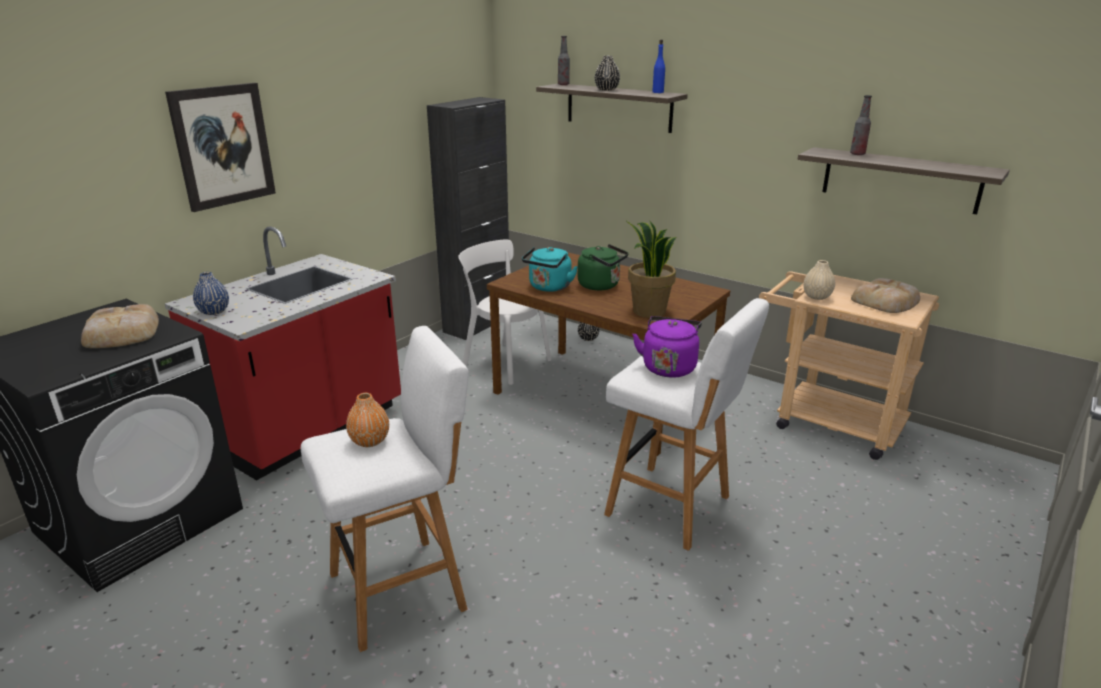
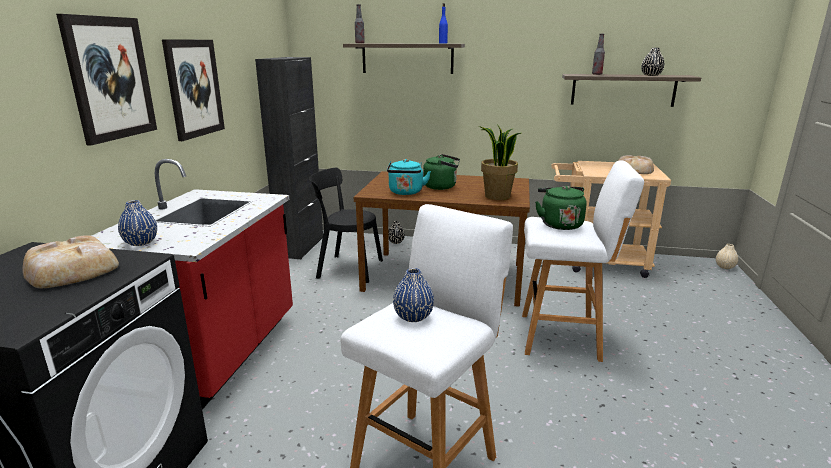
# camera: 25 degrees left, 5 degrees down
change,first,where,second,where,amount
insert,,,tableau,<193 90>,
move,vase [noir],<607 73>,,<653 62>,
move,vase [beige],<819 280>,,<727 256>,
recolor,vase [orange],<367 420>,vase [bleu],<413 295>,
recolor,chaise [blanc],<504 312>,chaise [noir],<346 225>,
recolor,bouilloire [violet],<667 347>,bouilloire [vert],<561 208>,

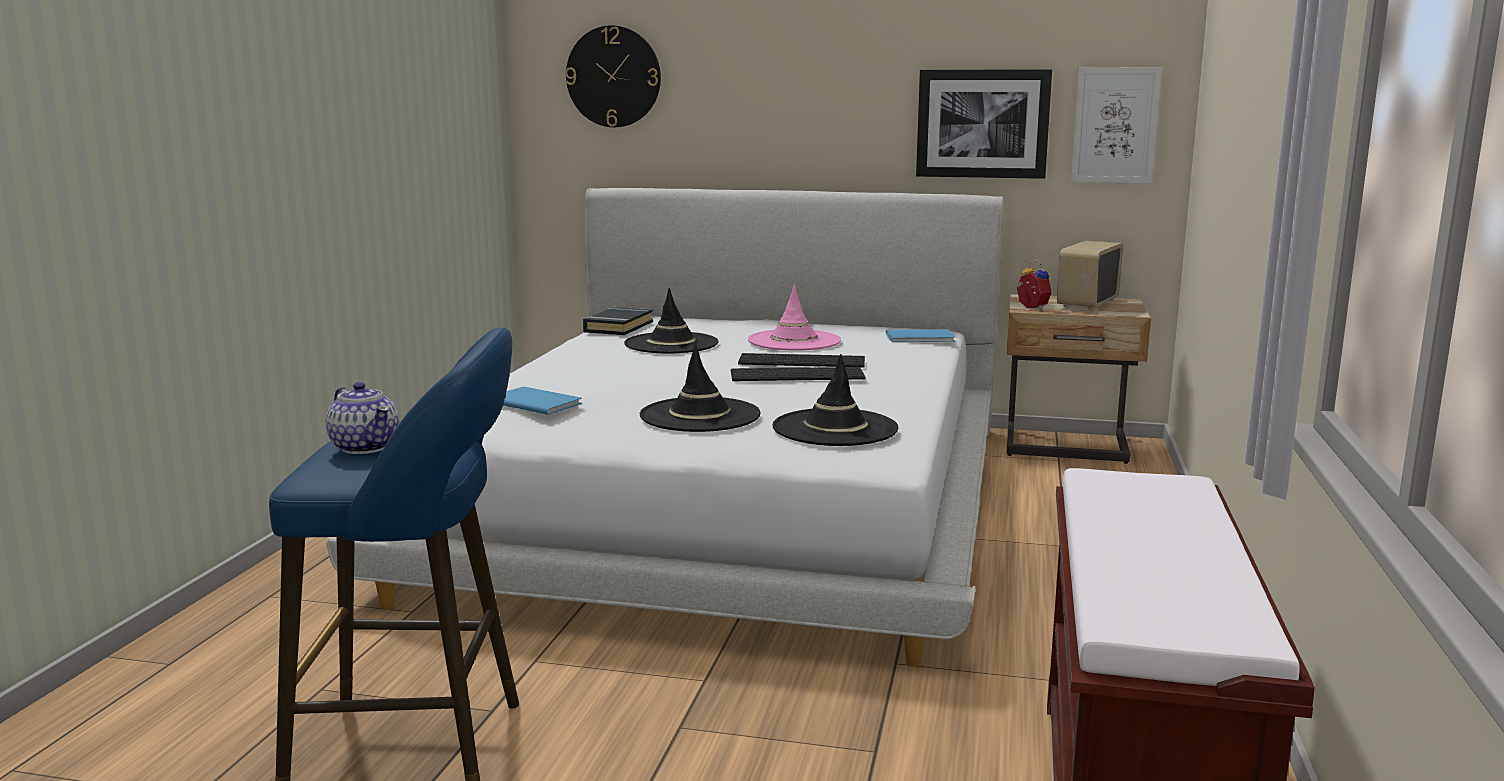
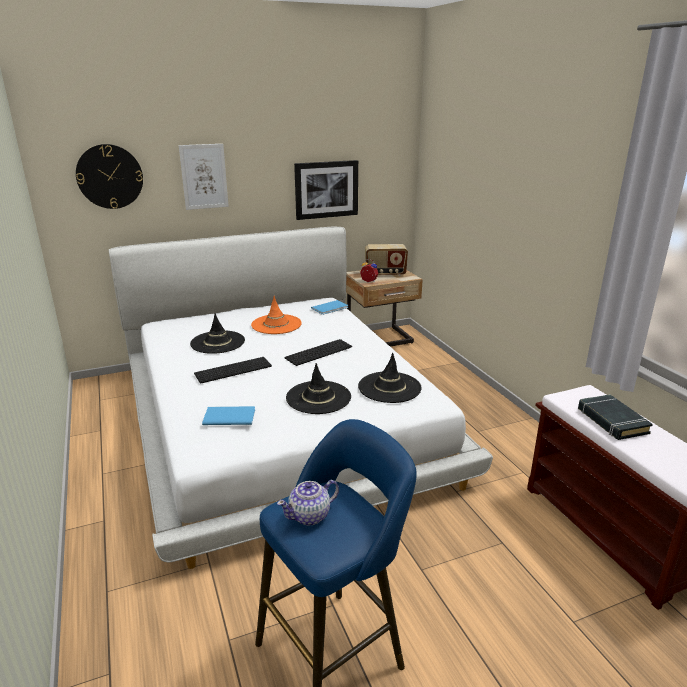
# camera: 35 degrees left, 10 degrees up
change,first,where,second,where,amount
move,livre [noir],<618 321>,,<615 417>,
move,clavier,<801 360>,,<233 370>,
move,tableau,<1116 125>,,<204 177>,
recolor,chapeau [rose],<794 318>,chapeau [orange],<276 315>,
rotate,théière,<362 418>,,<308 502>,135 degrees clockwise
rotate,radio,<1090 275>,,<386 260>,90 degrees counterclockwise

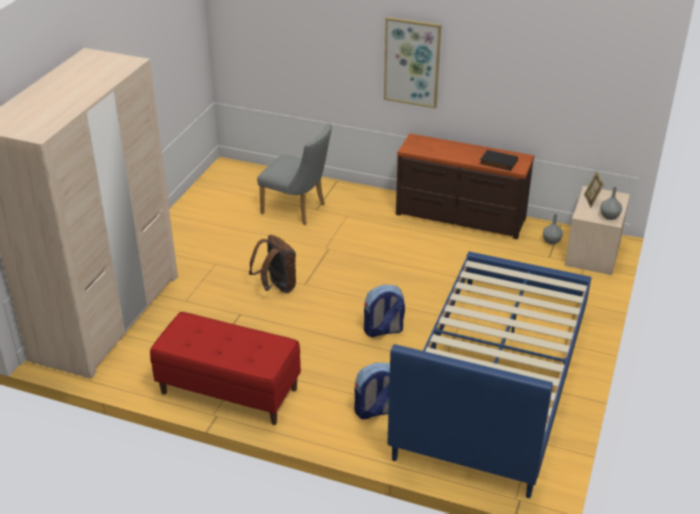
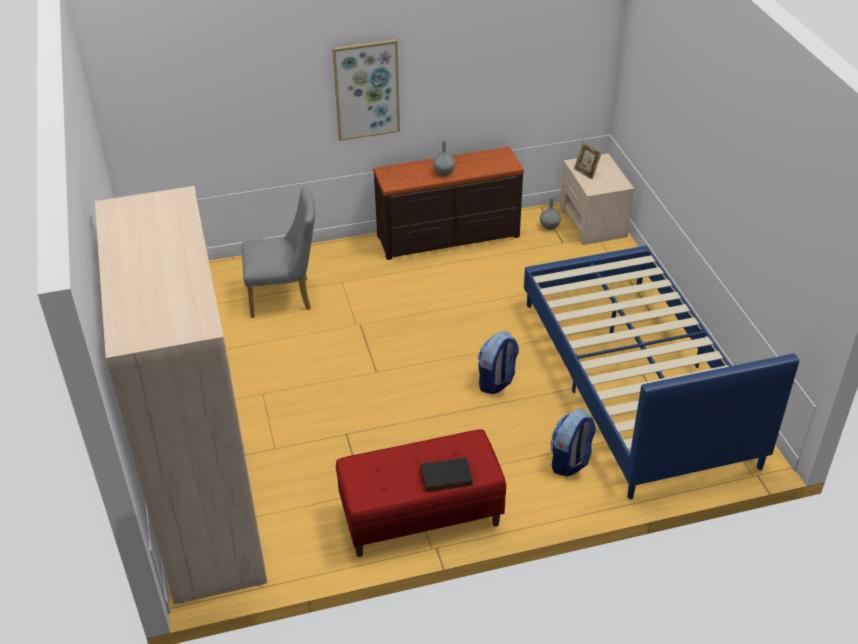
# camera: 35 degrees left, 5 degrees up
change,first,where,second,where,amount
delete,sac à dos [marron],<272 264>,,,
move,livre [noir],<499 160>,,<447 474>,
move,vase [gris],<611 203>,,<444 158>,

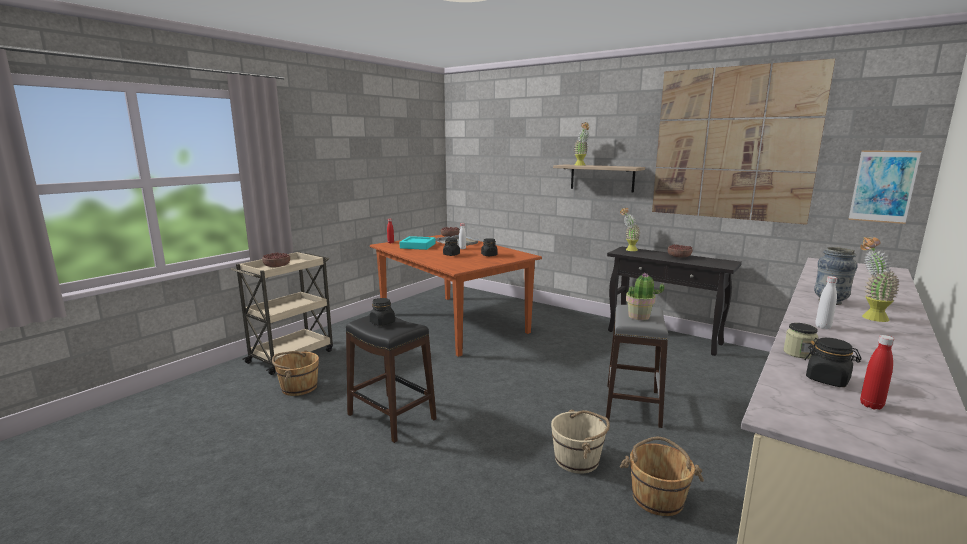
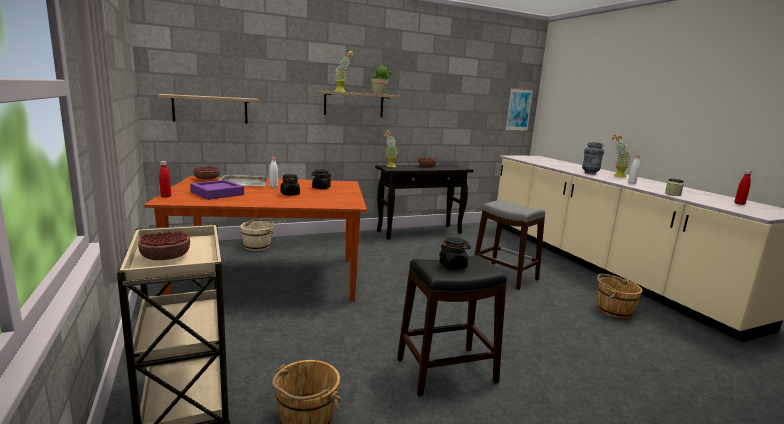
# camera: 60 degrees left, 0 degrees up
change,first,where,second,where,amount
delete,tableau,<743 142>,,,
delete,bocal [noir],<833 362>,,,
insert,,,étagère,<209 109>,
move,seau [beige],<580 442>,,<257 234>,
move,plante en pot,<645 296>,,<381 79>,
recolor,plateau [turquoise],<417 243>,plateau [violet],<217 190>,

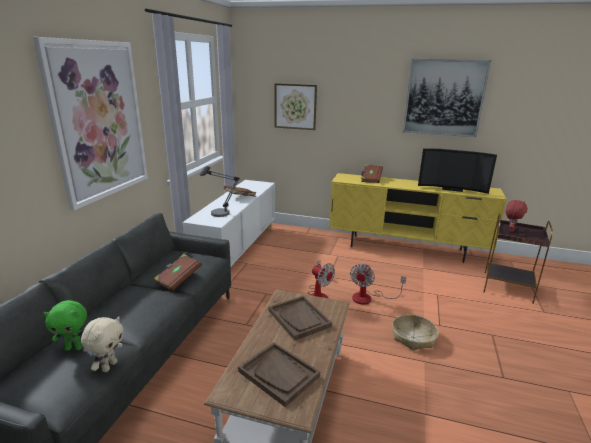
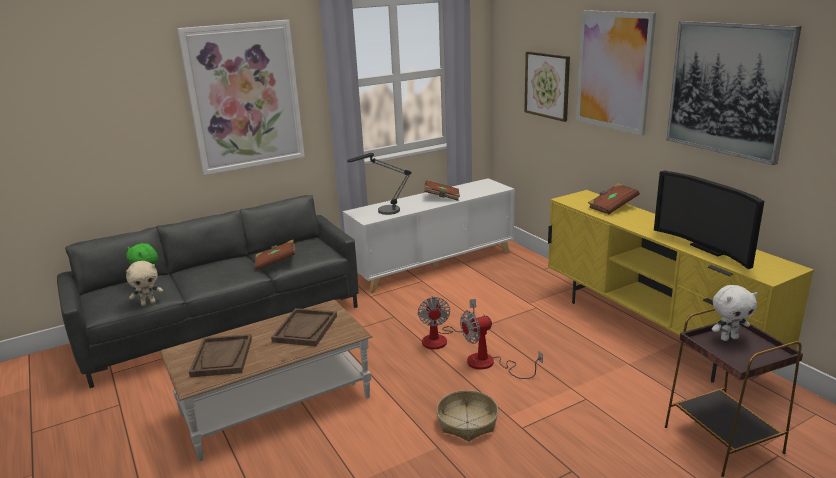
# camera: 45 degrees right, 0 degrees up
change,first,where,second,where,amount
insert,,,tableau,<616 73>,
recolor,peluche [rouge],<516 216>,peluche [blanc],<734 313>,

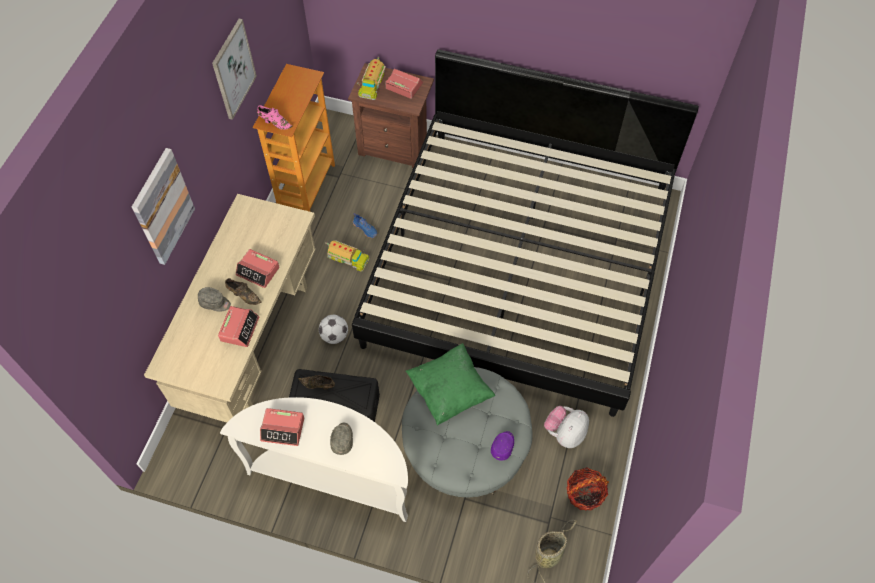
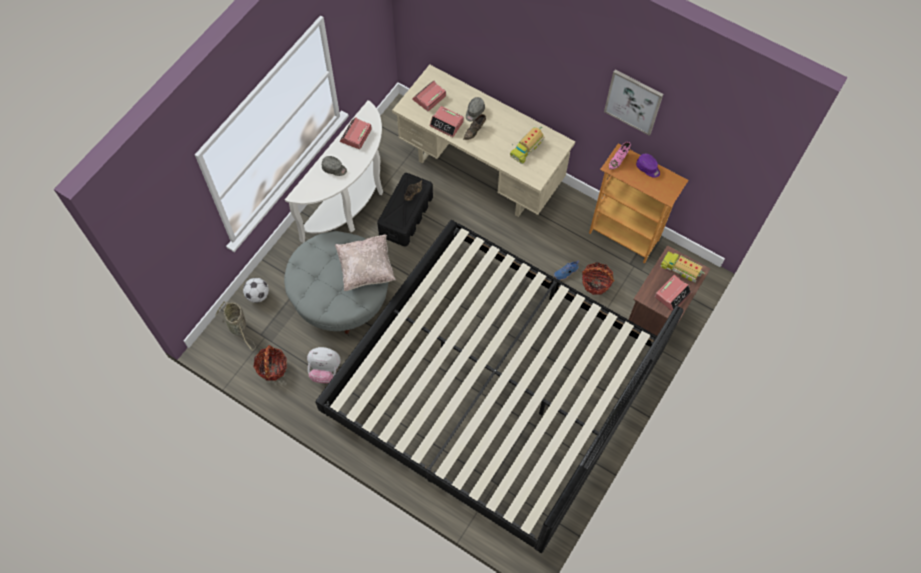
# camera: 105 degrees right, 5 degrees up
change,first,where,second,where,amount
delete,tableau,<163 206>,,,
insert,,,panier,<598 278>,
move,réveil,<258 268>,,<429 96>,
move,ballon de foot,<333 329>,,<256 290>,
move,camion jouet,<347 255>,,<527 145>,
move,casquette [violet],<502 446>,,<648 166>,
recolor,coussin [vert],<450 384>,coussin [beige],<365 262>,
rotate,peluche,<566 427>,,<323 365>,135 degrees clockwise

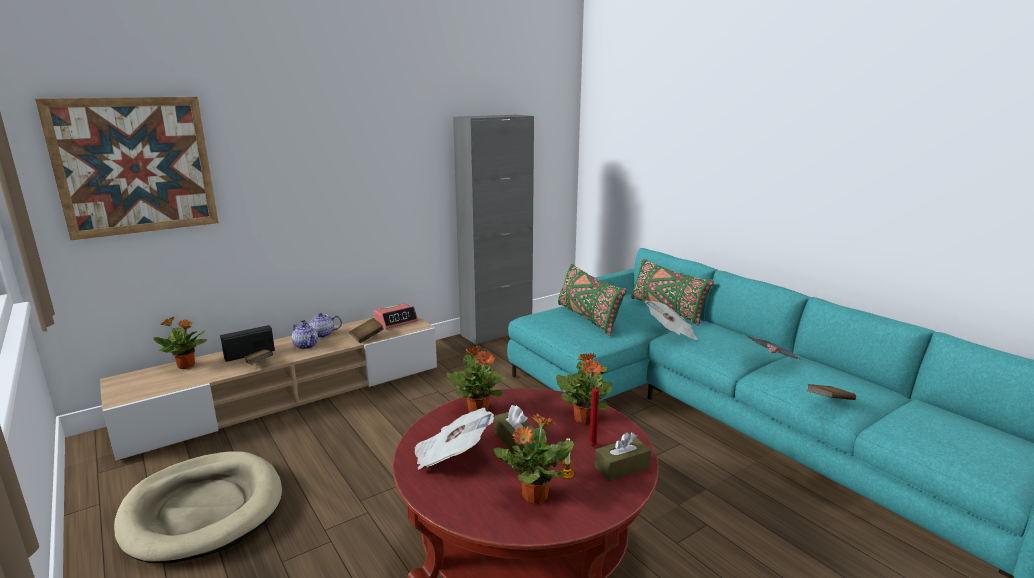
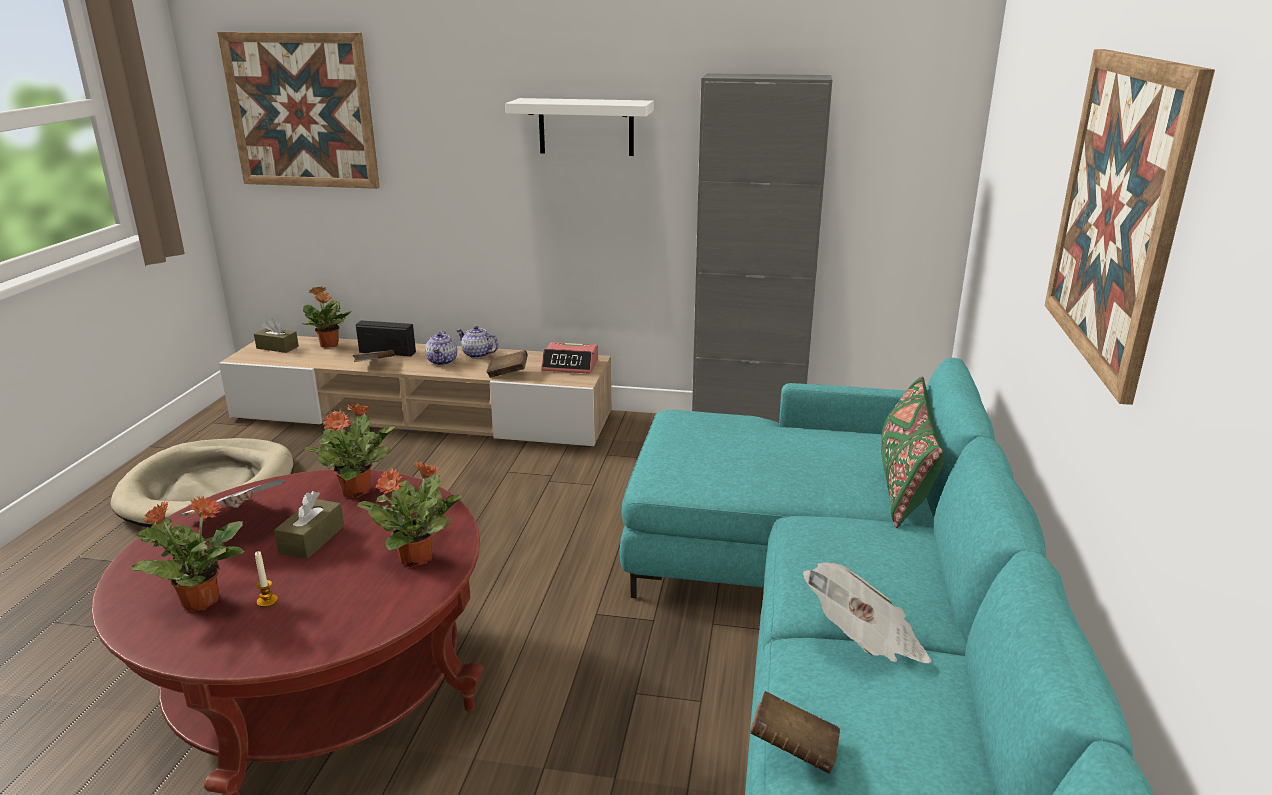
# camera: 45 degrees right, 5 degrees up
change,first,where,second,where,amount
delete,coussin [vert],<592 300>,,,
delete,bougie [rouge],<595 416>,,,
delete,journal,<671 320>,,,
insert,,,étagère [blanc],<579 127>,
insert,,,tableau,<1130 227>,
move,boîte à mouchoirs [marron],<623 456>,,<276 335>,

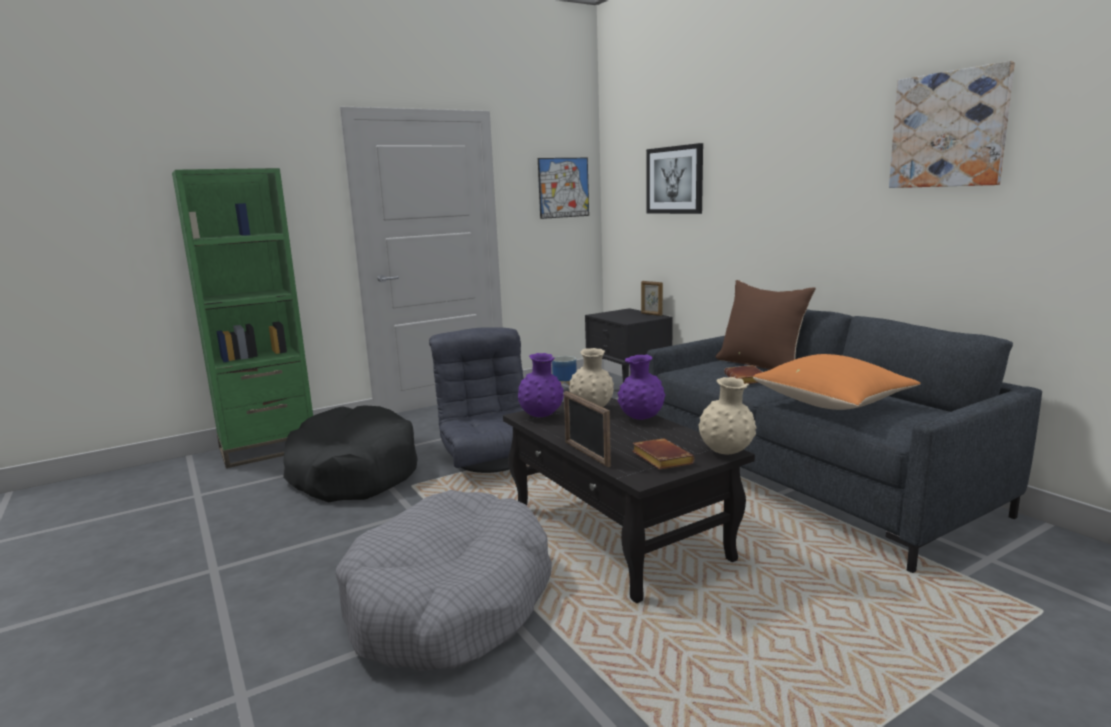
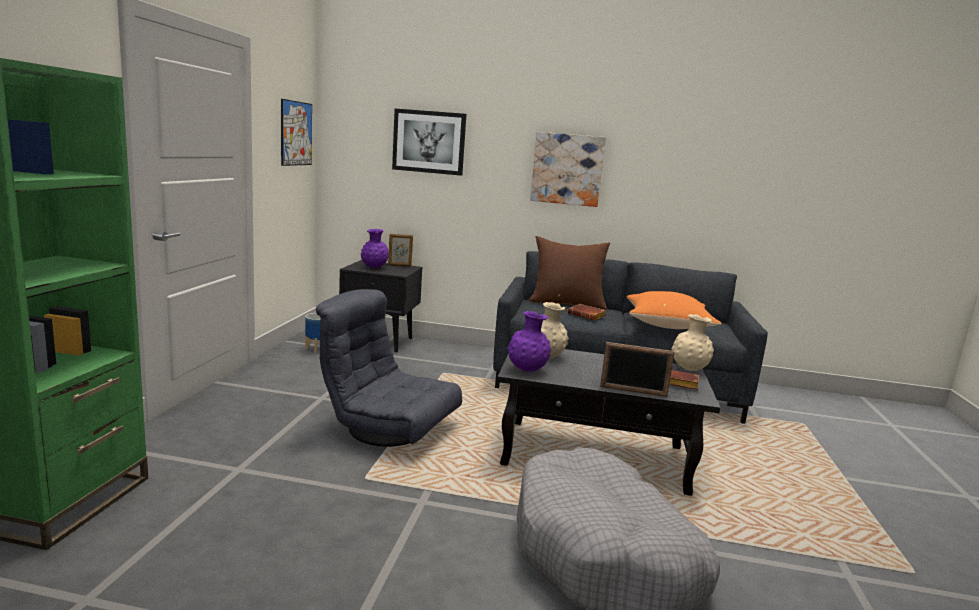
# camera: 50 degrees left, 0 degrees up
change,first,where,second,where,amount
delete,panier pour chien [noir],<350 453>,,,
move,vase [violet],<641 387>,,<375 248>,
move,tableau,<952 124>,,<568 169>,

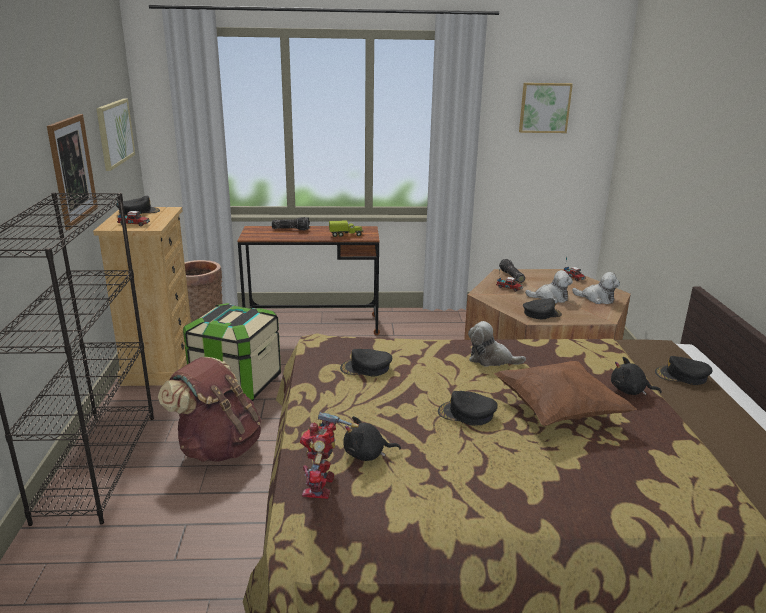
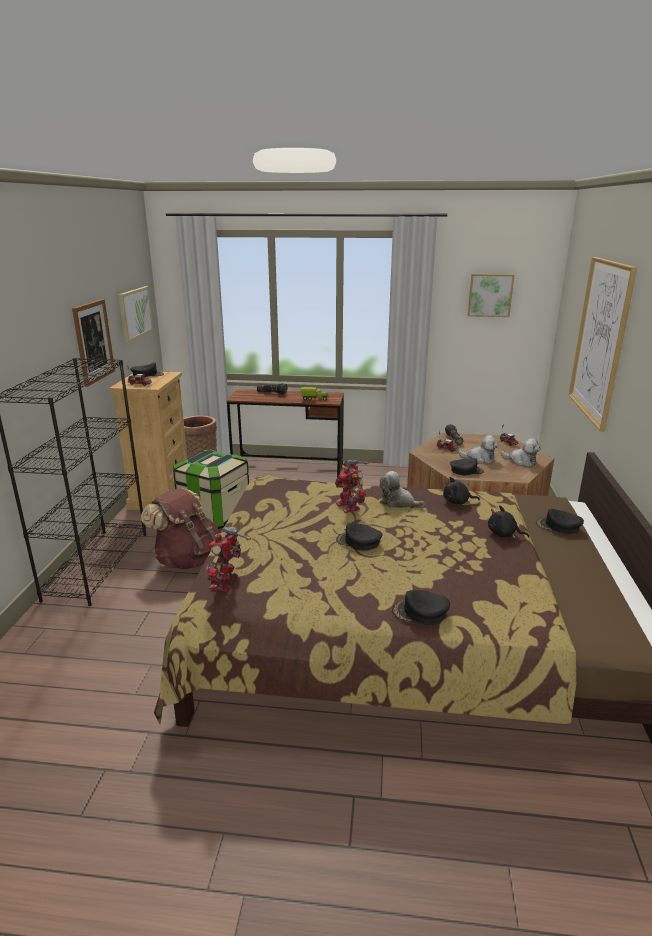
# camera: 10 degrees right, 0 degrees up
change,first,where,second,where,amount
delete,coussin [marron],<565 394>,,,
insert,,,robot jouet,<352 486>,
insert,,,tableau,<602 344>,
move,casquette [noir],<366 362>,,<421 607>,
move,peluche [noir],<372 438>,,<461 491>,

